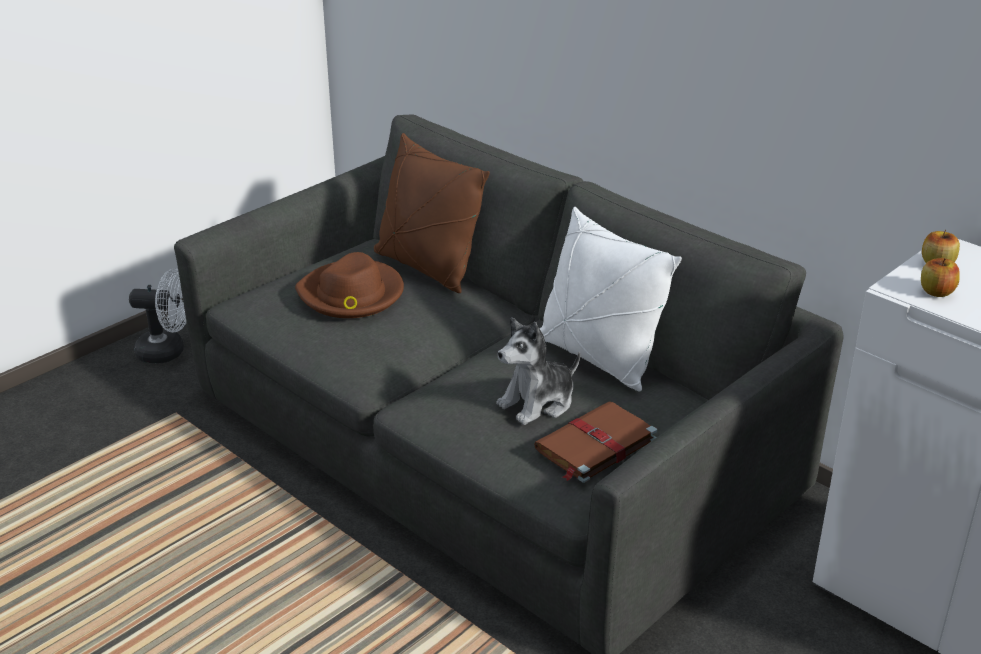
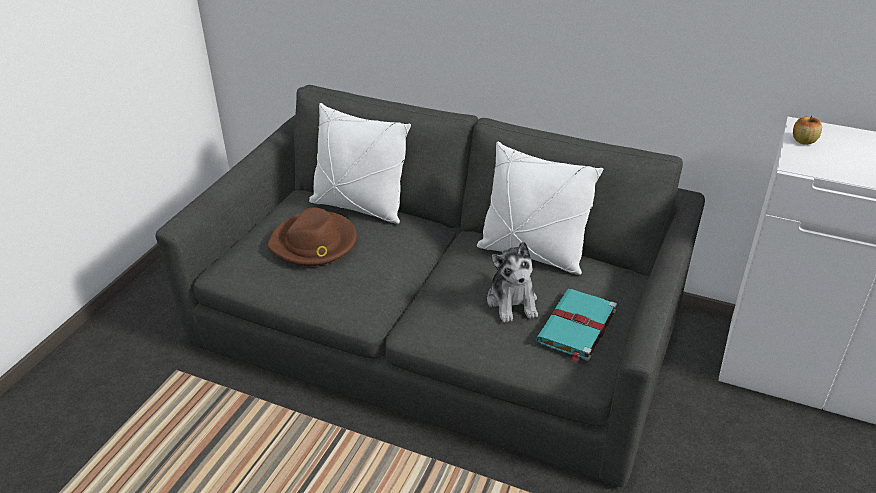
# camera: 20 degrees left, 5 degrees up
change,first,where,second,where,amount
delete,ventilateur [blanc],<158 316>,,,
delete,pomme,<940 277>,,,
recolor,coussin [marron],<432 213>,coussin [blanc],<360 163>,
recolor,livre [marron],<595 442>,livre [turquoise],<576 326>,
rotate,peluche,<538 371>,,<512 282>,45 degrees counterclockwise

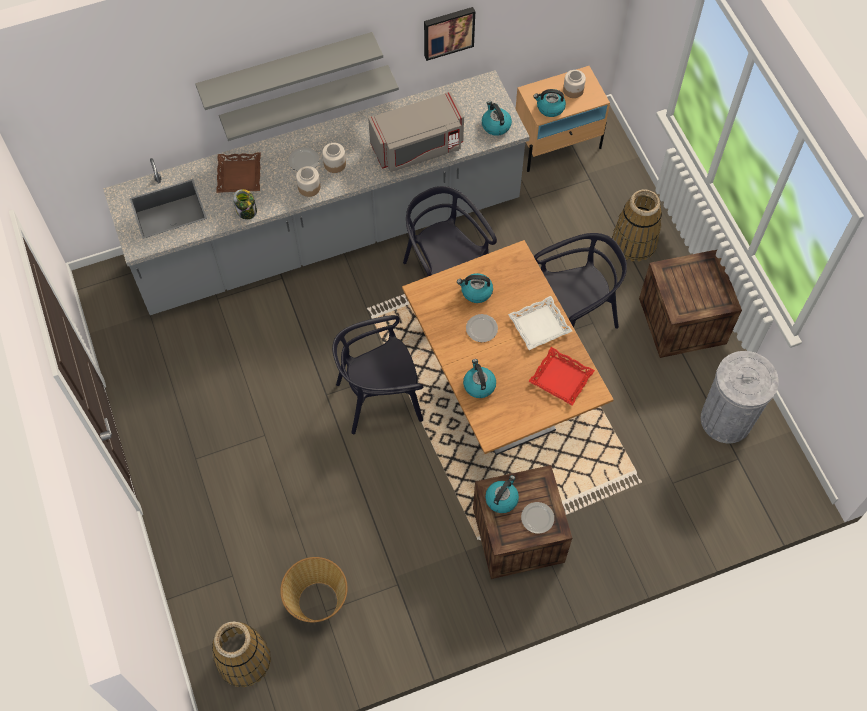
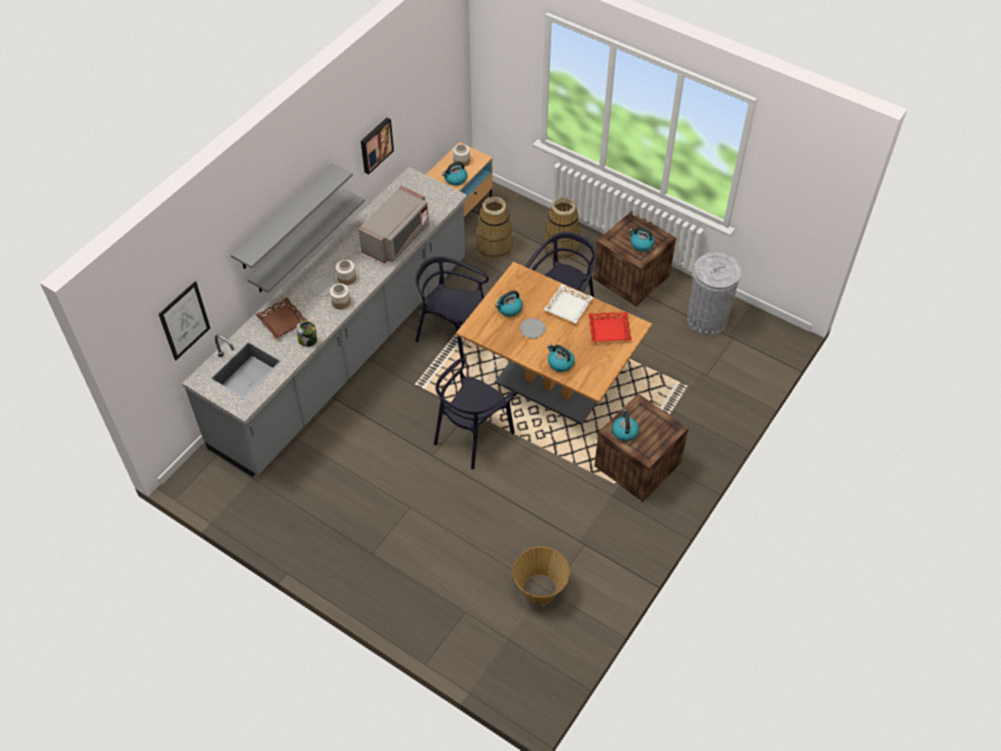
# camera: 35 degrees left, 10 degrees down
change,first,where,second,where,amount
delete,assiette,<537 518>,,,
insert,,,tableau,<184 320>,
move,panier,<241 654>,,<494 228>,
move,bouilloire,<497 118>,,<642 239>,

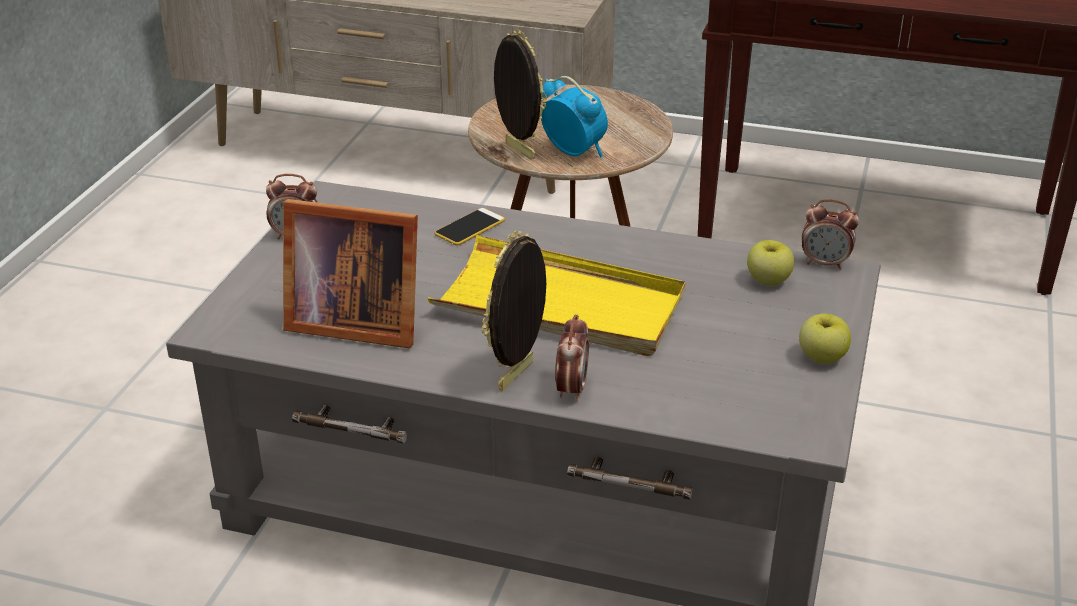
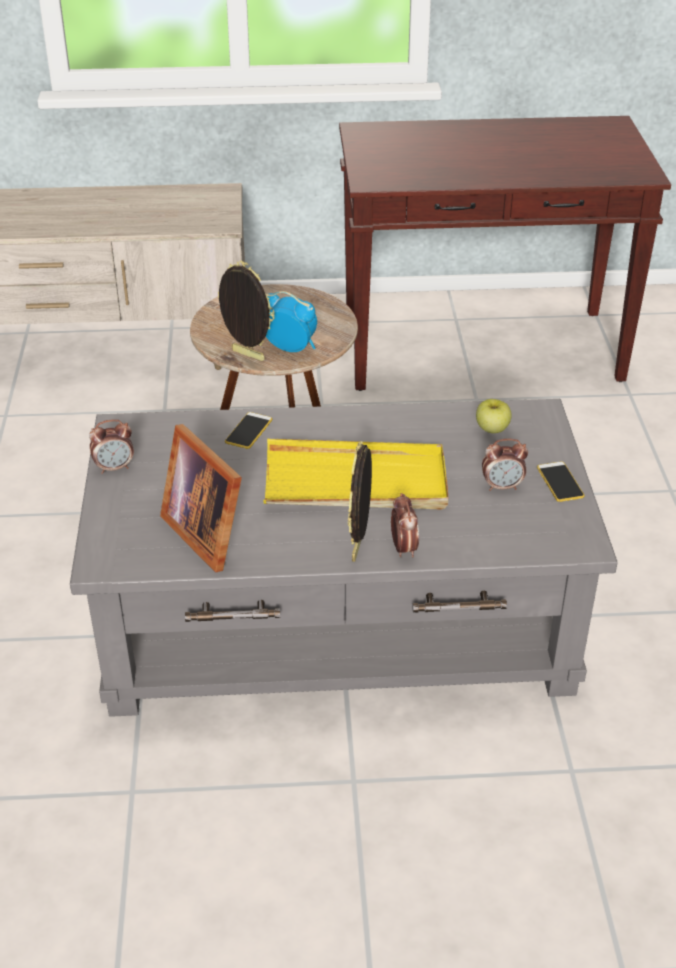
# camera: 20 degrees left, 5 degrees up
change,first,where,second,where,amount
move,réveil,<830 234>,,<505 465>,
replace,pomme,<825 338>,téléphone,<561 481>,
rotate,cadre photo,<350 273>,,<201 498>,60 degrees clockwise

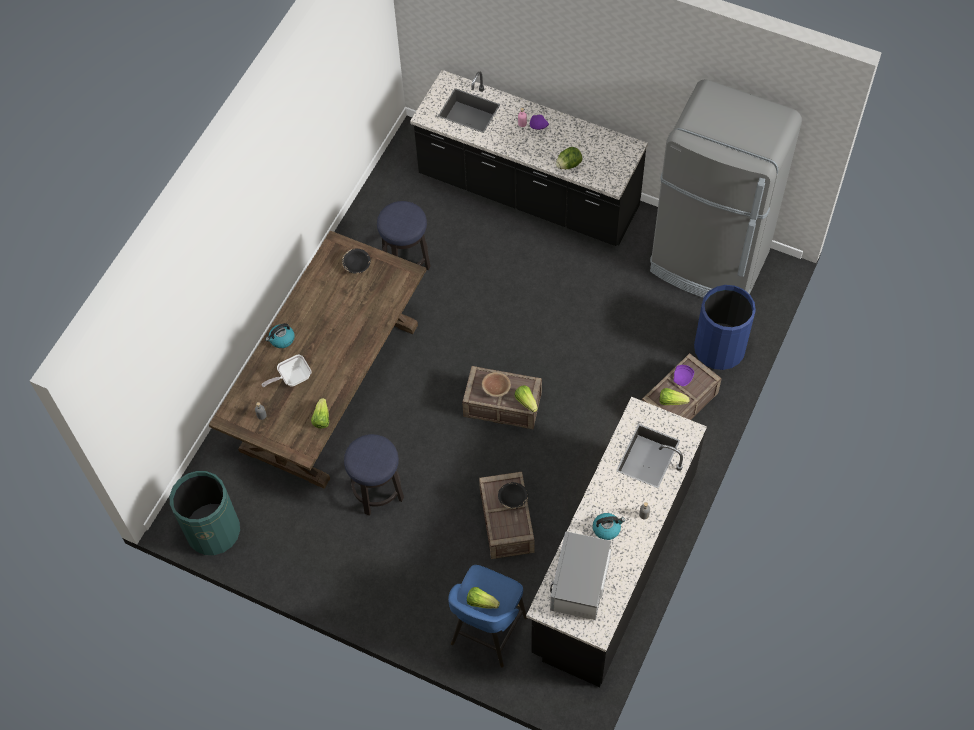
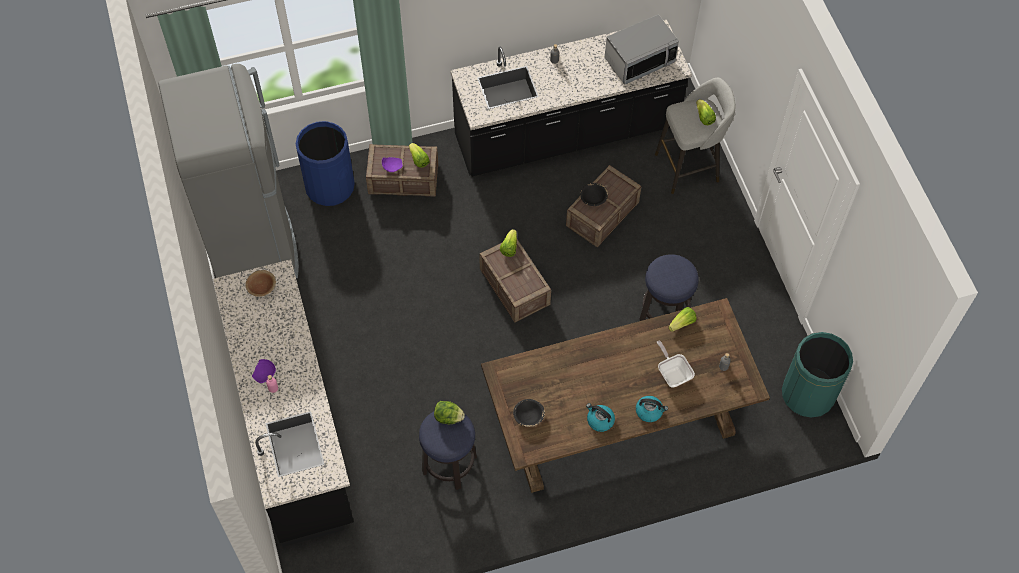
# camera: 135 degrees left, 0 degrees up
change,first,where,second,where,amount
move,bol [marron],<496 384>,,<261 283>,
move,laitue,<569 158>,,<449 412>,
move,bouilloire,<609 526>,,<600 417>,
recolor,tabouret [bleu],<487 616>,tabouret [gris],<695 136>,
rotate,poêle,<287 371>,,<676 364>,135 degrees counterclockwise

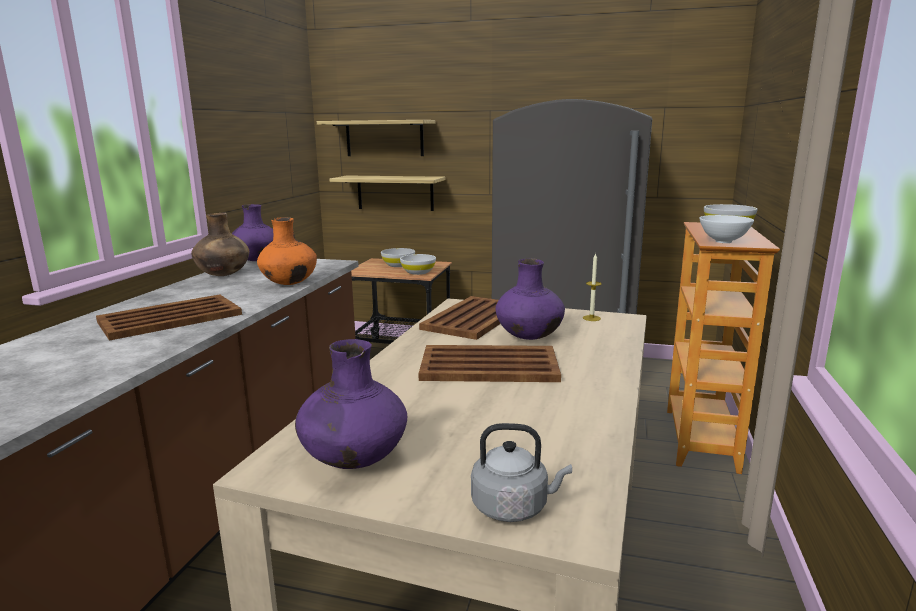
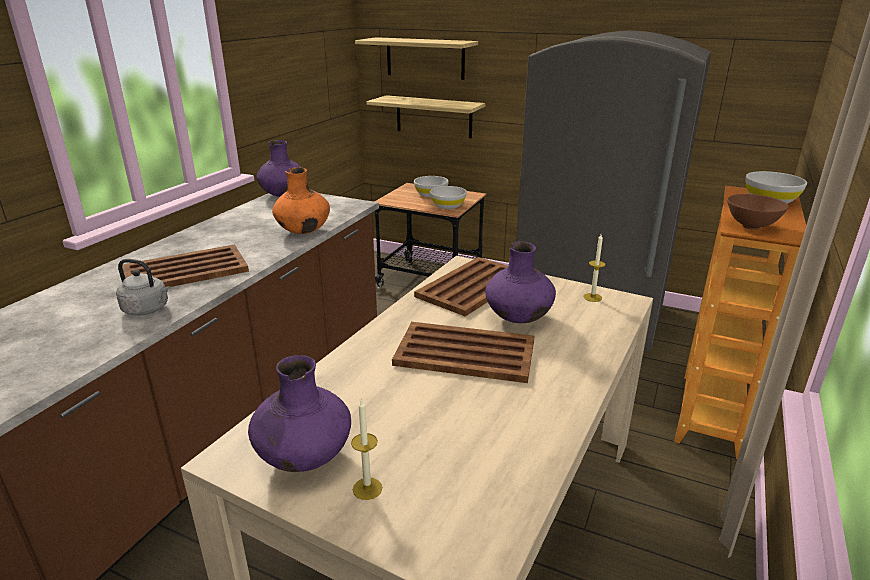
# camera: 10 degrees right, 10 degrees up
change,first,where,second,where,amount
delete,vase [marron],<220 244>,,,
insert,,,bougie,<366 449>,
move,bouilloire [gris],<521 472>,,<143 287>,
recolor,bol [blanc],<726 229>,bol [marron],<758 212>,

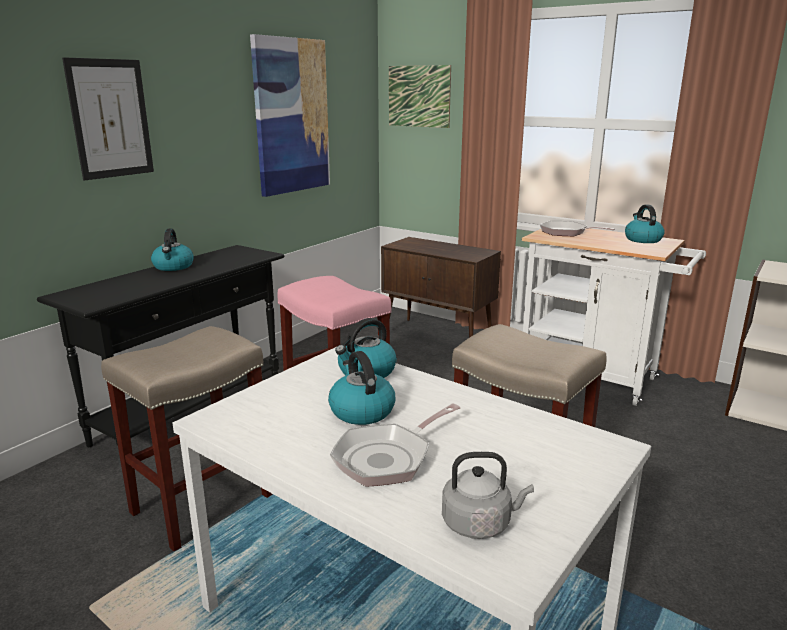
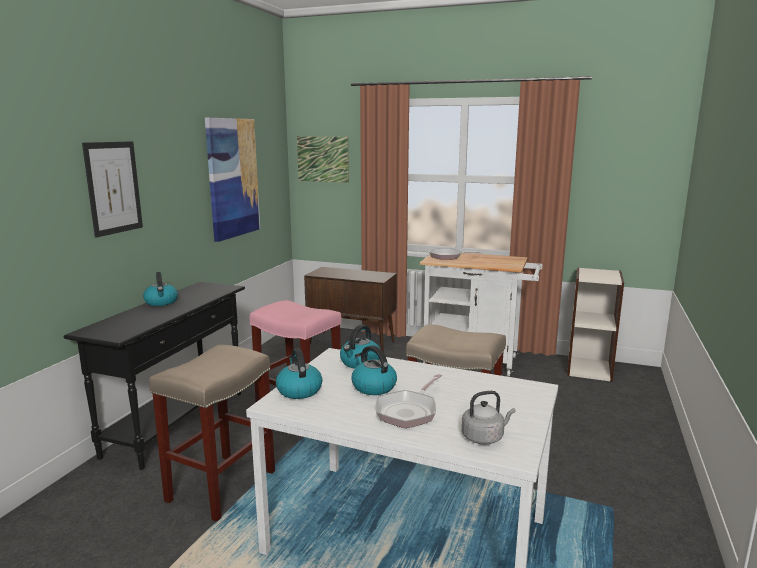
# camera: 15 degrees left, 5 degrees down
change,first,where,second,where,amount
move,bouilloire,<645 224>,,<299 373>,

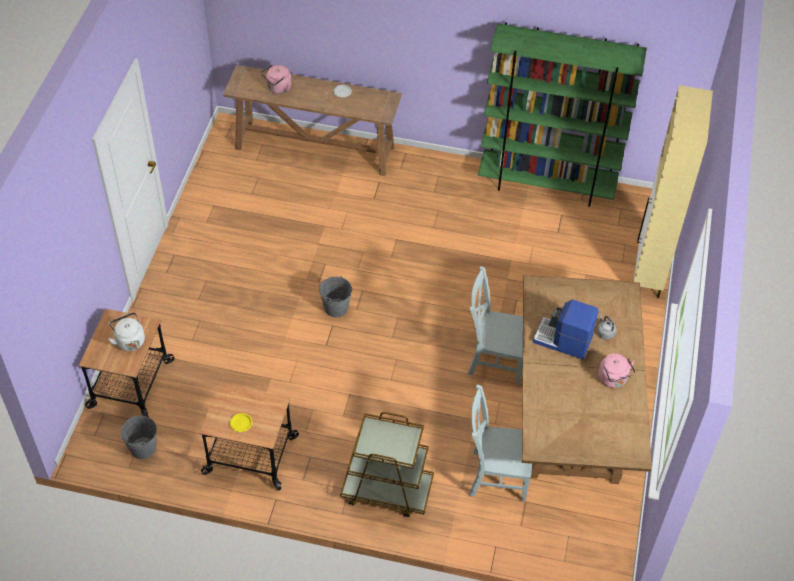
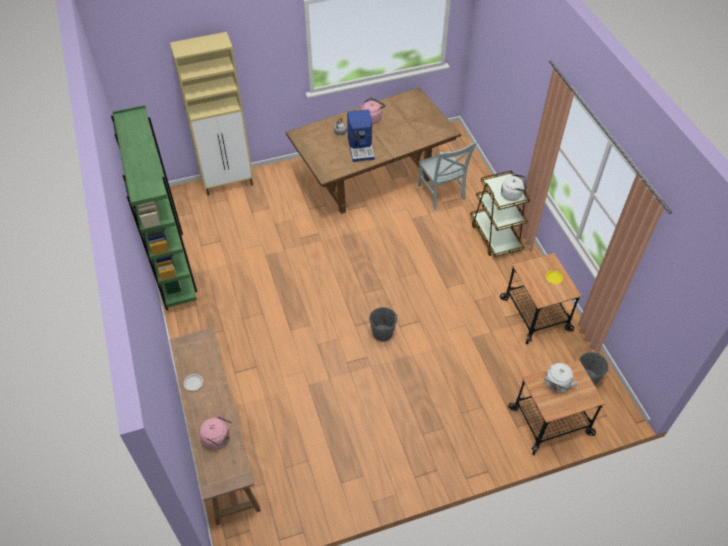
# camera: 120 degrees left, 0 degrees up
change,first,where,second,where,amount
delete,chaise [gris],<495 325>,,,
insert,,,bouilloire [blanc],<514 187>,

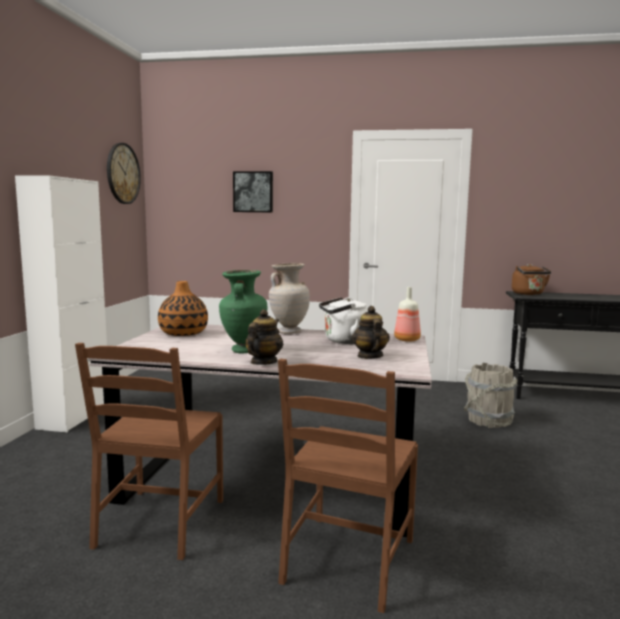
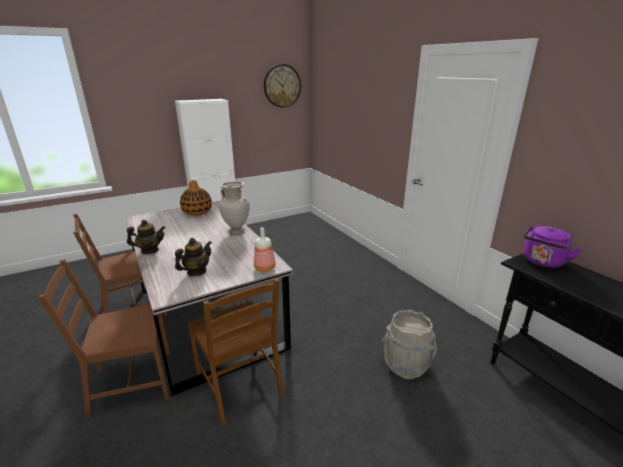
# camera: 50 degrees right, 15 degrees up
change,first,where,second,where,amount
delete,vase [vert],<243 311>,,,
delete,tableau,<253 191>,,,
delete,bouilloire [blanc],<343 320>,,,
insert,,,chaise [marron],<236 352>,
recolor,bouilloire [marron],<531 279>,bouilloire [violet],<553 246>,

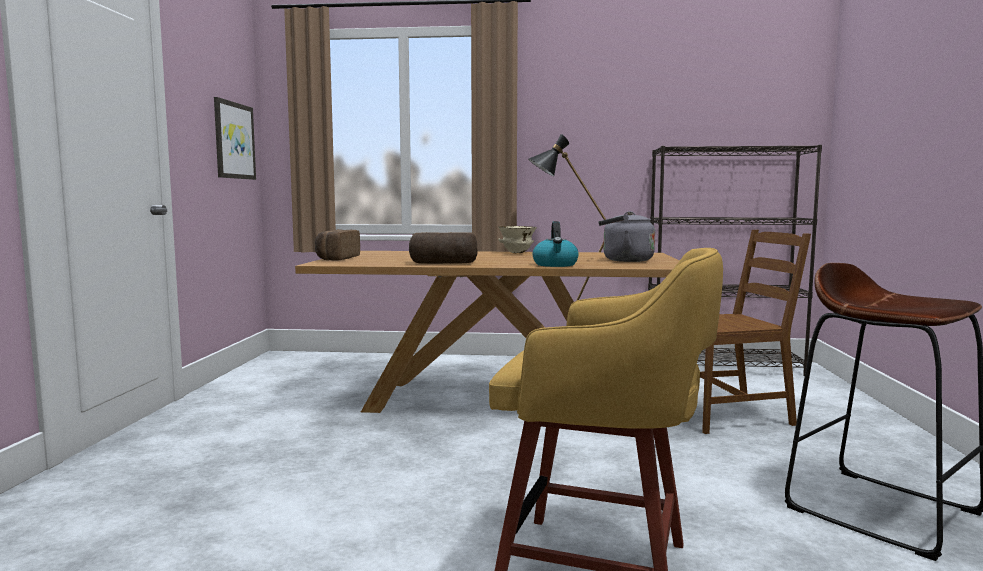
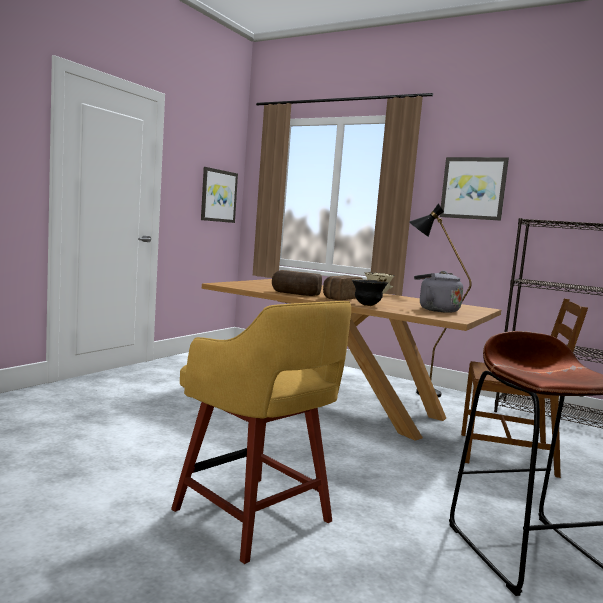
# camera: 25 degrees right, 0 degrees up
change,first,where,second,where,amount
insert,,,tableau,<474 189>,
move,pain,<337 245>,,<343 287>,
replace,bouilloire,<556 244>,bol [noir],<370 292>,

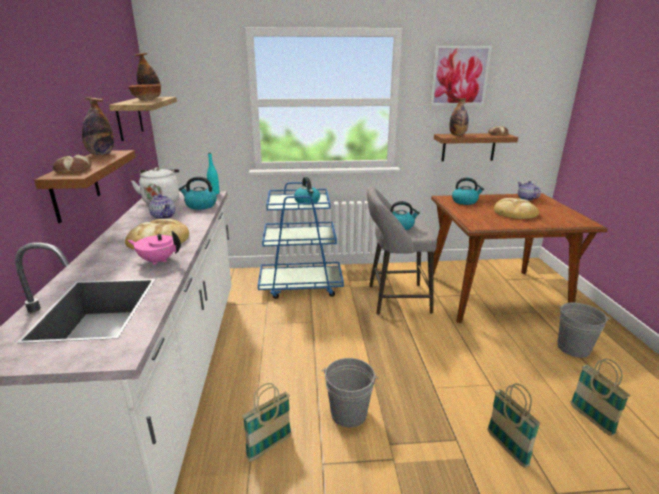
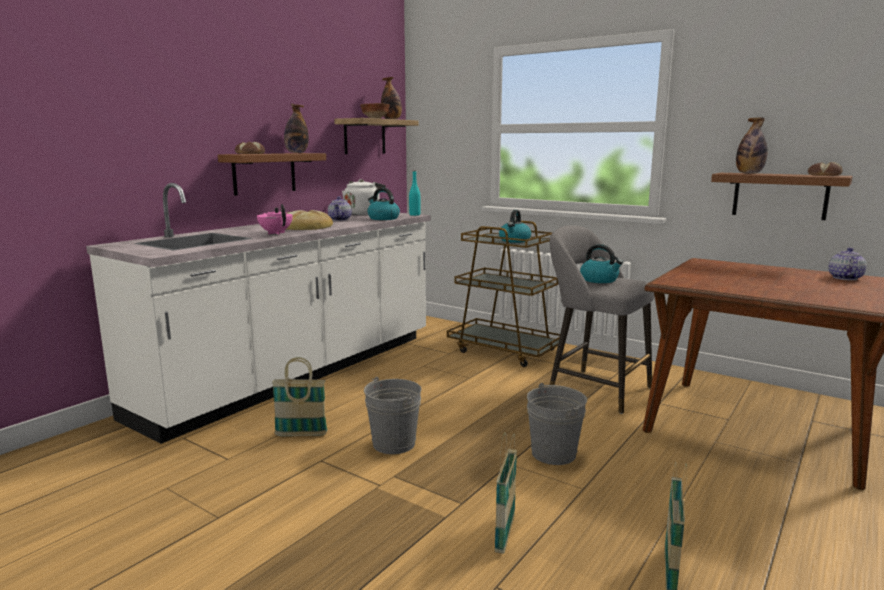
# camera: 40 degrees right, 10 degrees down
change,first,where,second,where,amount
delete,tableau,<461 76>,,,
delete,bouilloire,<468 191>,,,
delete,pain,<516 208>,,,
move,seau [gris],<584 330>,,<557 424>,
recolor,chariot [bleu],<301 240>,chariot [marron],<503 293>,

